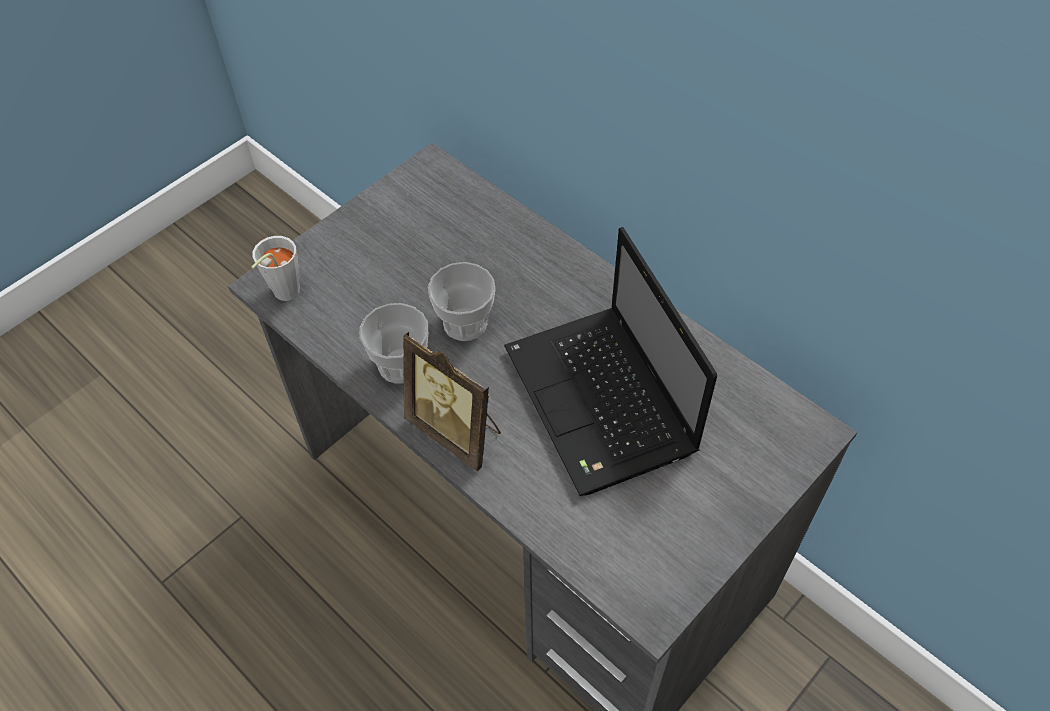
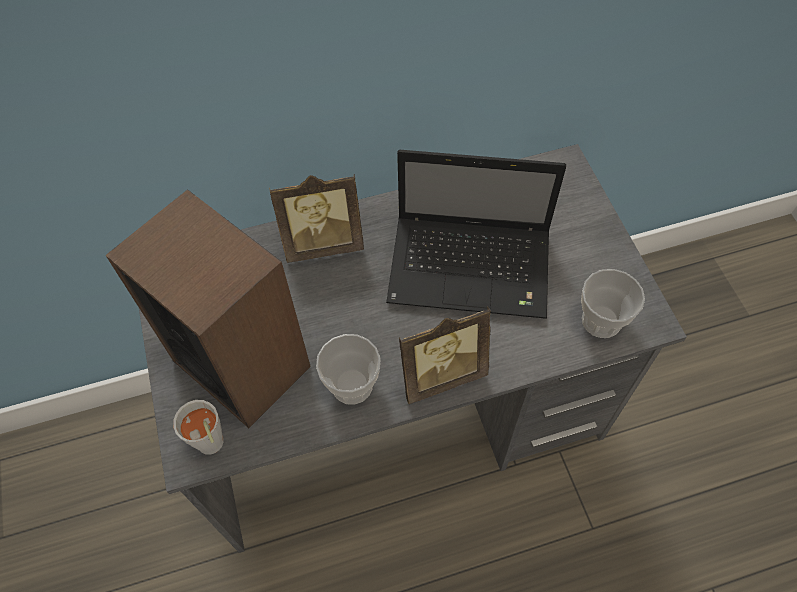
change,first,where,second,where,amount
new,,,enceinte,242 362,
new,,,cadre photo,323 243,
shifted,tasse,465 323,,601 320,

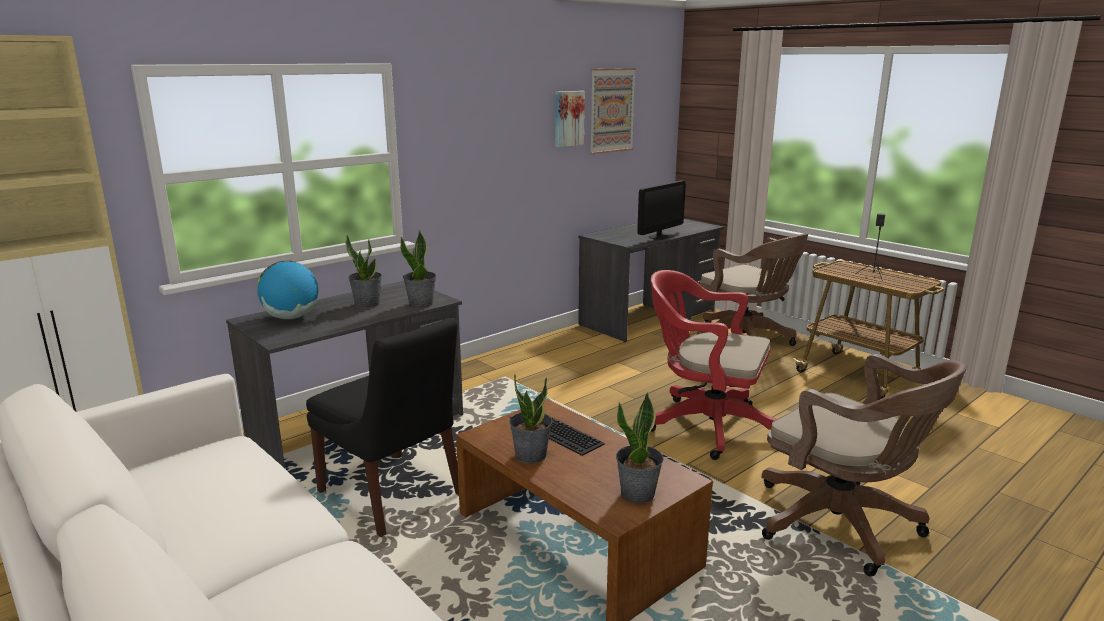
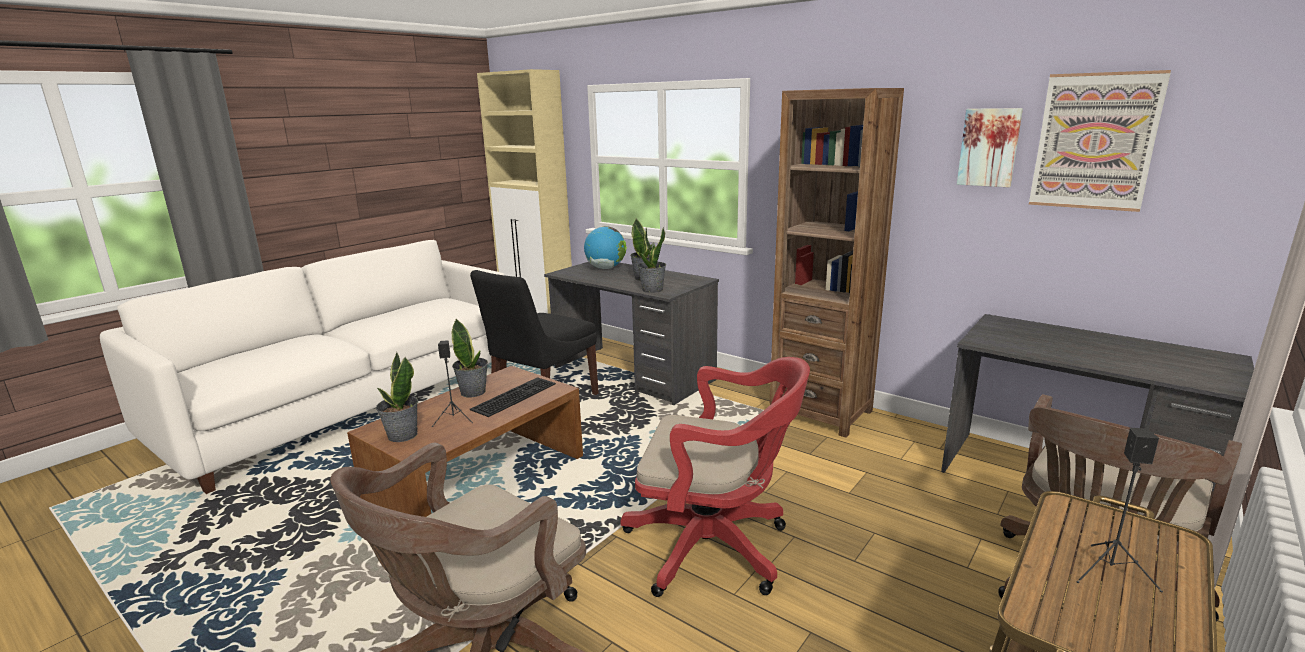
change,first,where,second,where,amount
new,,,enceinte [noir],454 419,
rotated,chaise de bureau [rouge],705 425,,715 548,90 degrees clockwise
new,,,bibliothèque [marron],821 412,
gone,écran d'ordinateur,658 237,,,

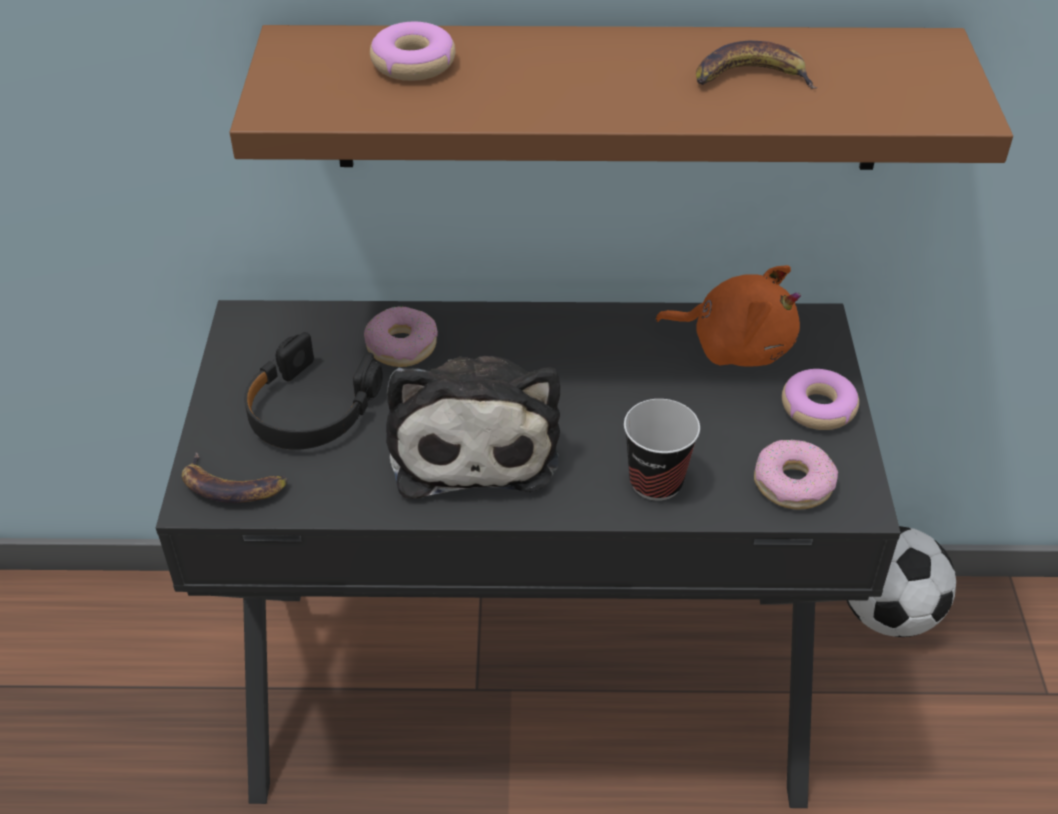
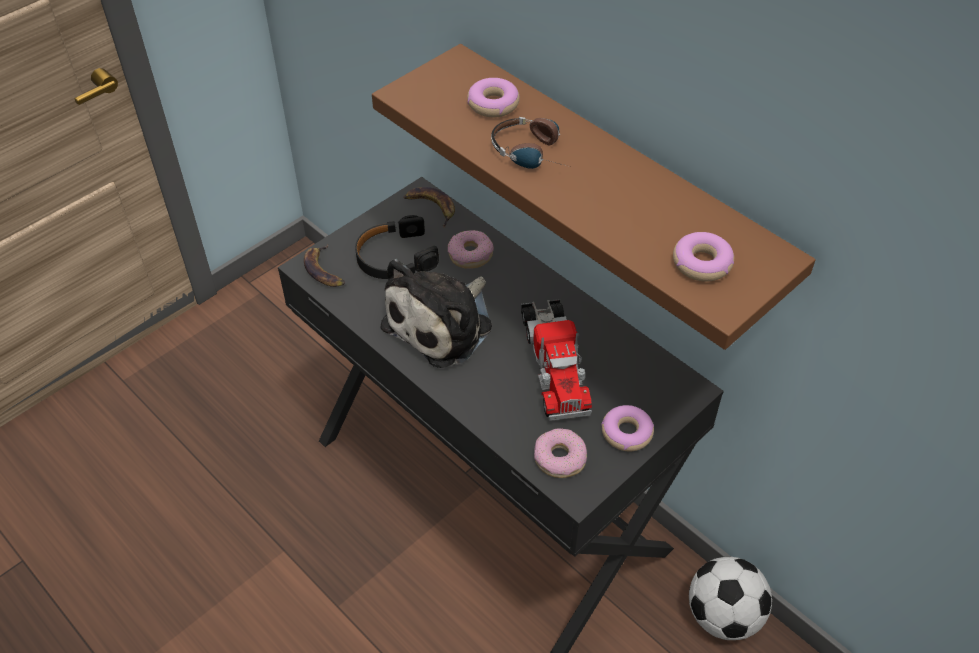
change,first,where,second,where,amount
shifted,banane,750 77,,431 207,
new,,,casque audio,535 153,
new,,,camion jouet,553 364,
new,,,beignet,702 263,
gone,tasse,656 482,,,
gone,peluche [orange],735 346,,,

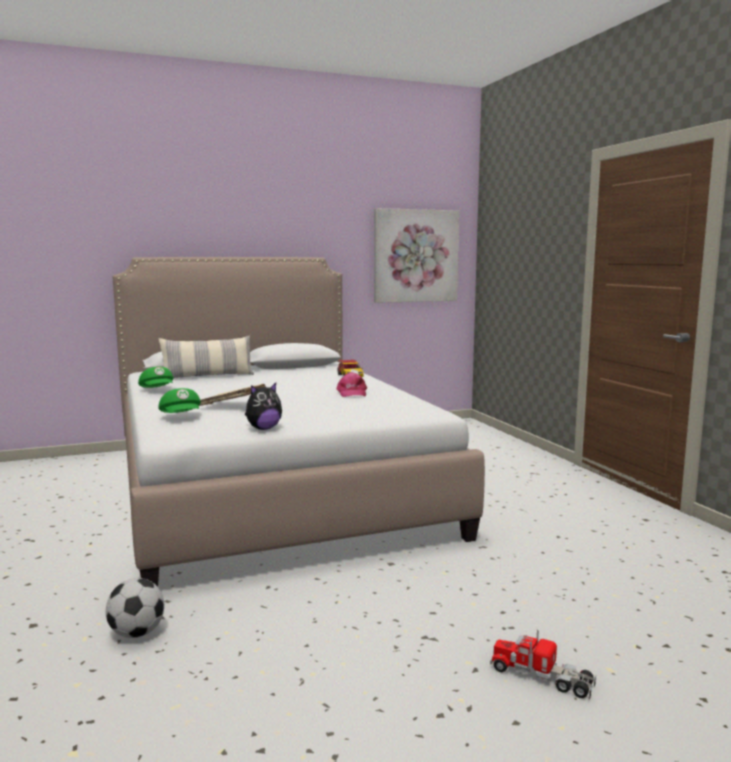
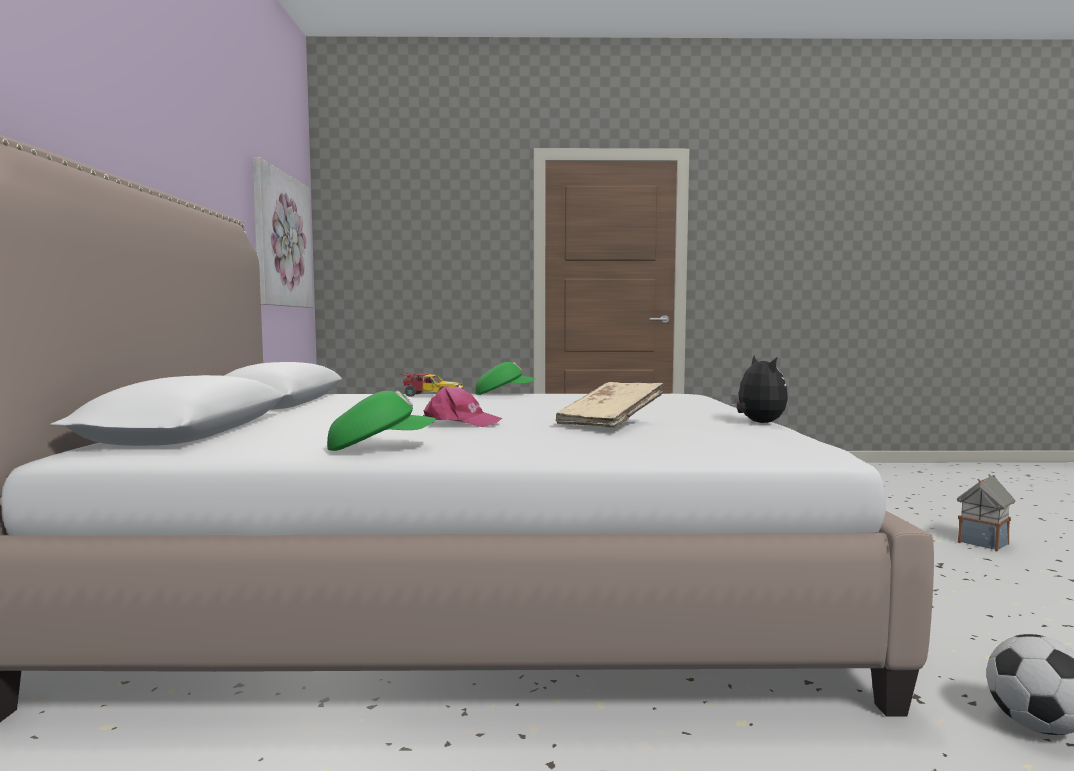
change,first,where,second,where,amount
shifted,casquette [rose],351 393,,460 423,
shifted,casquette [vert],182 417,,503 394,
swapped,camion jouet,542 677,maison miniature,983 542,
gone,coussin,208 376,,,

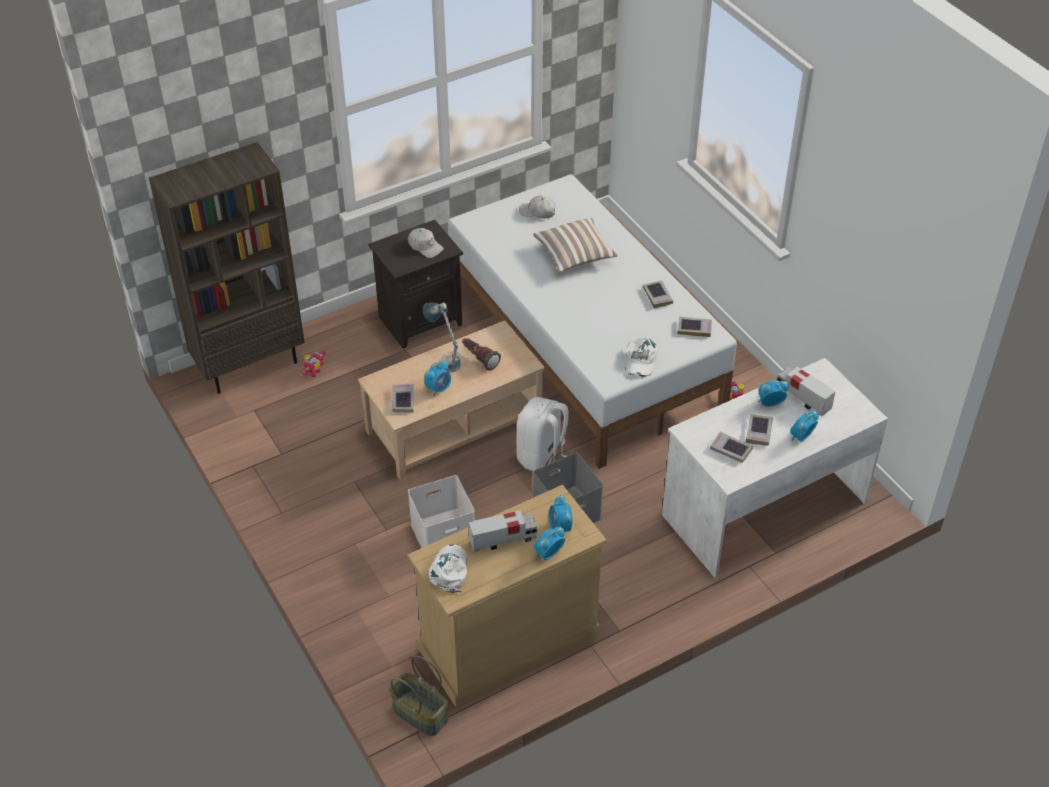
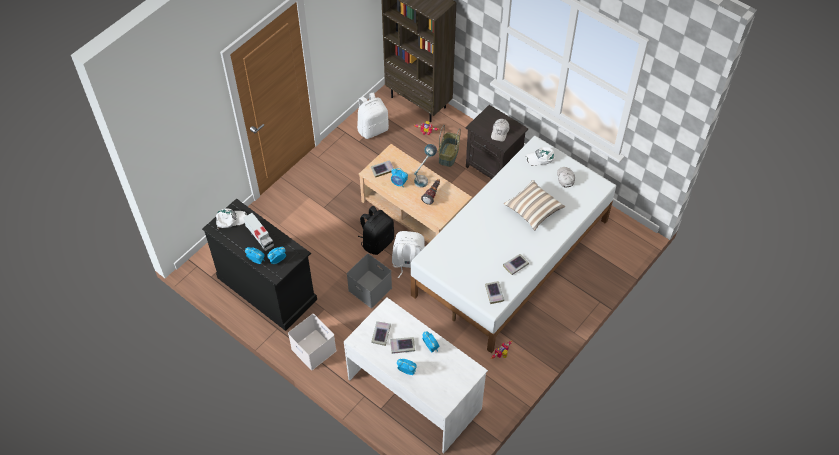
change,first,where,second,where,amount
repainted,commode [beige],508 641,commode [noir],267 288,
shifted,boîte de rangement [blanc],442 535,,312 349,
new,,,sac à dos [blanc],373 129,
new,,,sac à dos [noir],377 242,
shifted,panier,421 713,,449 155,
shifted,casquette [blanc],639 360,,541 157,
gone,camion jouet,802 398,,,

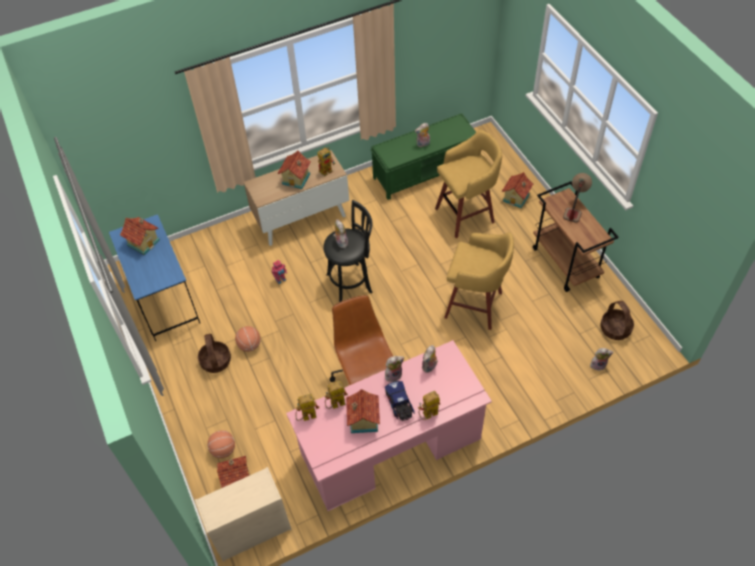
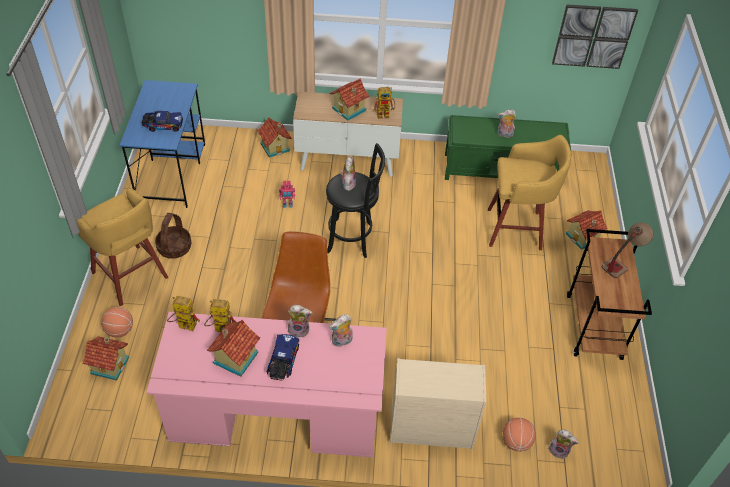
change,first,where,second,where,amount
shifted,tabouret [jaune],475 306,,131 277,
new,,,camion jouet,163 126,
shifted,maison miniature,144 242,,275 147,
shifted,commode [beige],250 530,,430 428,
shifted,ballon de basket,249 345,,516 442,
new,,,tableau,593 36,
gone,robot jouet,428 416,,,
gone,panier,615 329,,,

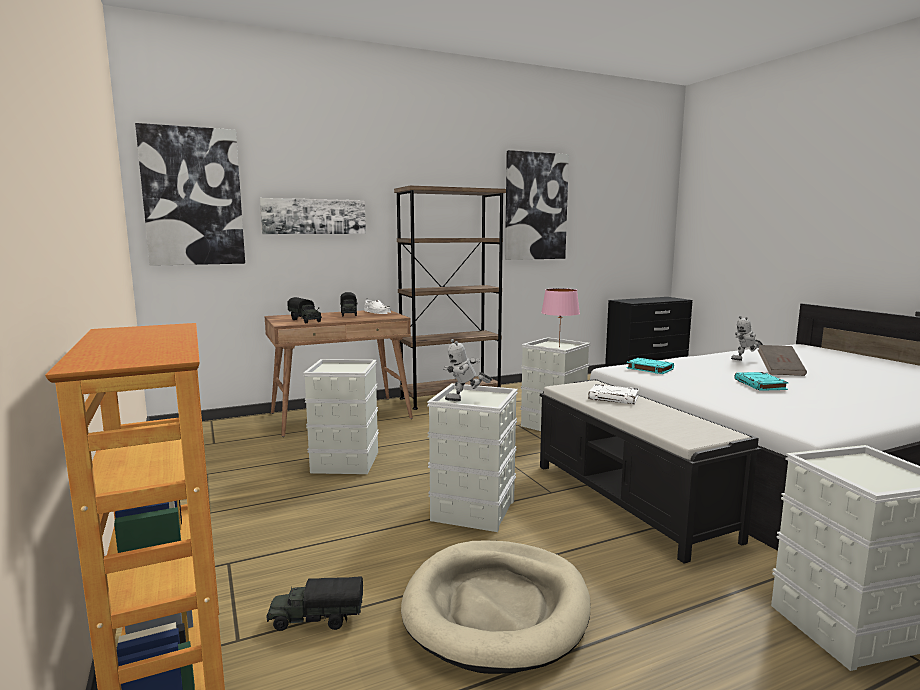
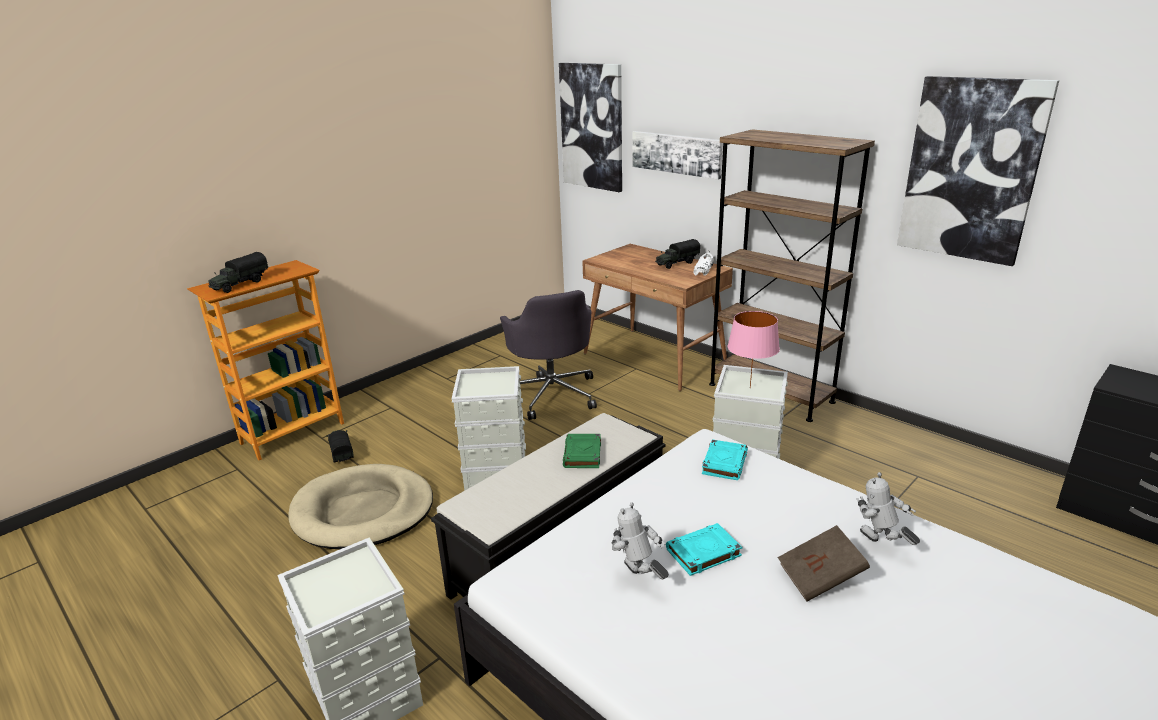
change,first,where,second,where,amount
shifted,camion jouet,305 320,,240 285,
swapped,boîte de rangement [gris],346 462,chaise de bureau [gris],552 394,
repainted,livre [blanc],614 398,livre [vert],582 454,
shifted,robot jouet,465 401,,638 578,

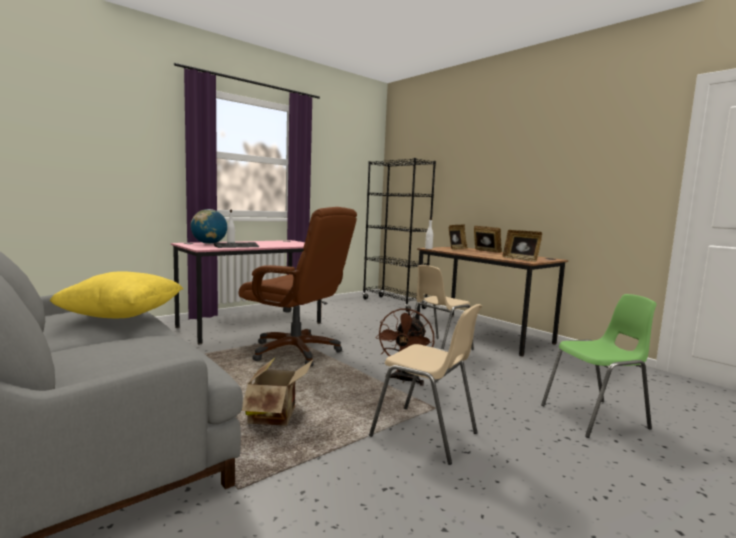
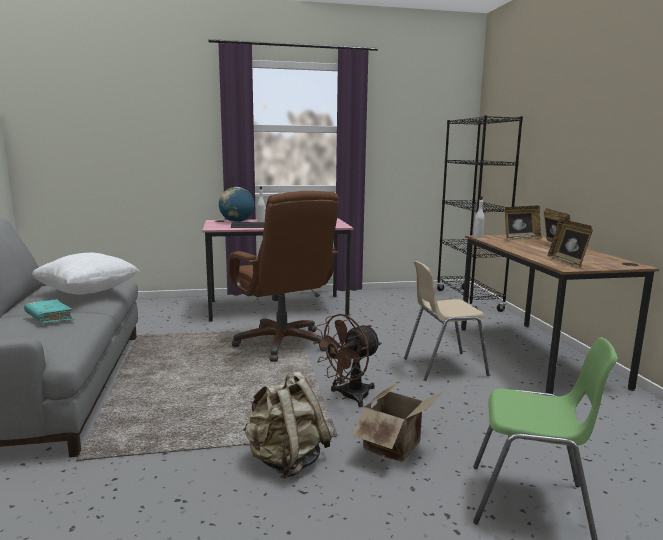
change,first,where,second,where,amount
new,,,livre [turquoise],49 318,
repainted,coussin [jaune],122 317,coussin [blanc],88 292,
swapped,chaise [beige],425 435,sac à dos [beige],286 461,
shifted,carton,276 416,,397 447,

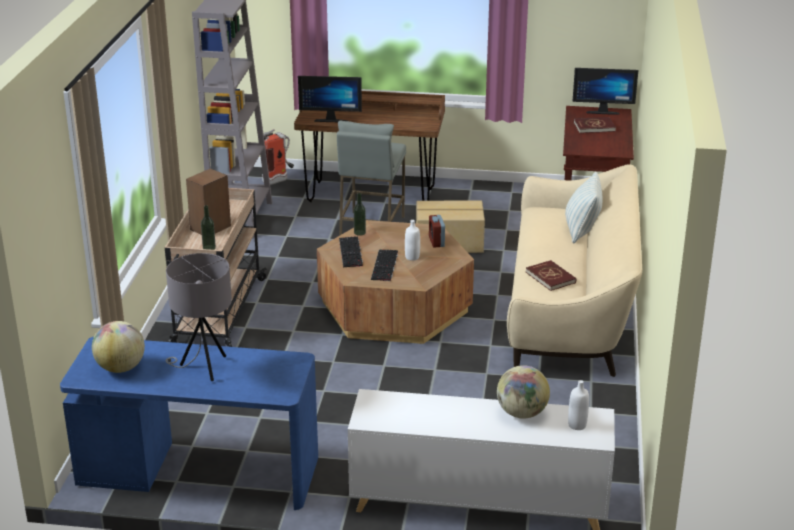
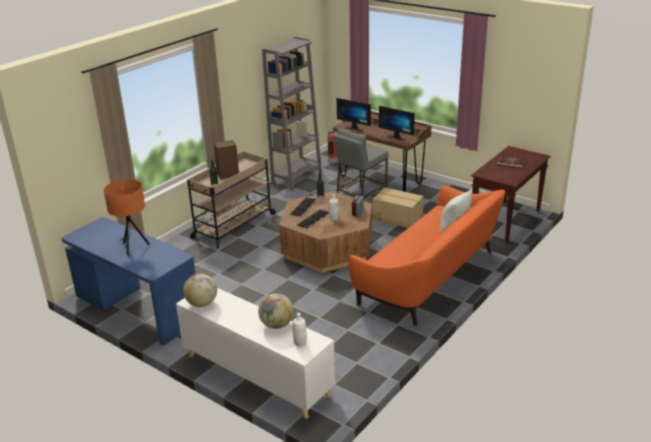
change,first,where,second,where,amount
repainted,lampe de table [gris],203 367,lampe de table [orange],132 247,
shifted,globe,120 368,,202 303,
repainted,canapé [beige],570 310,canapé [orange],430 277,
shifted,écran d'ordinateur,602 111,,397 137,
gone,livre [rouge],550 277,,,

